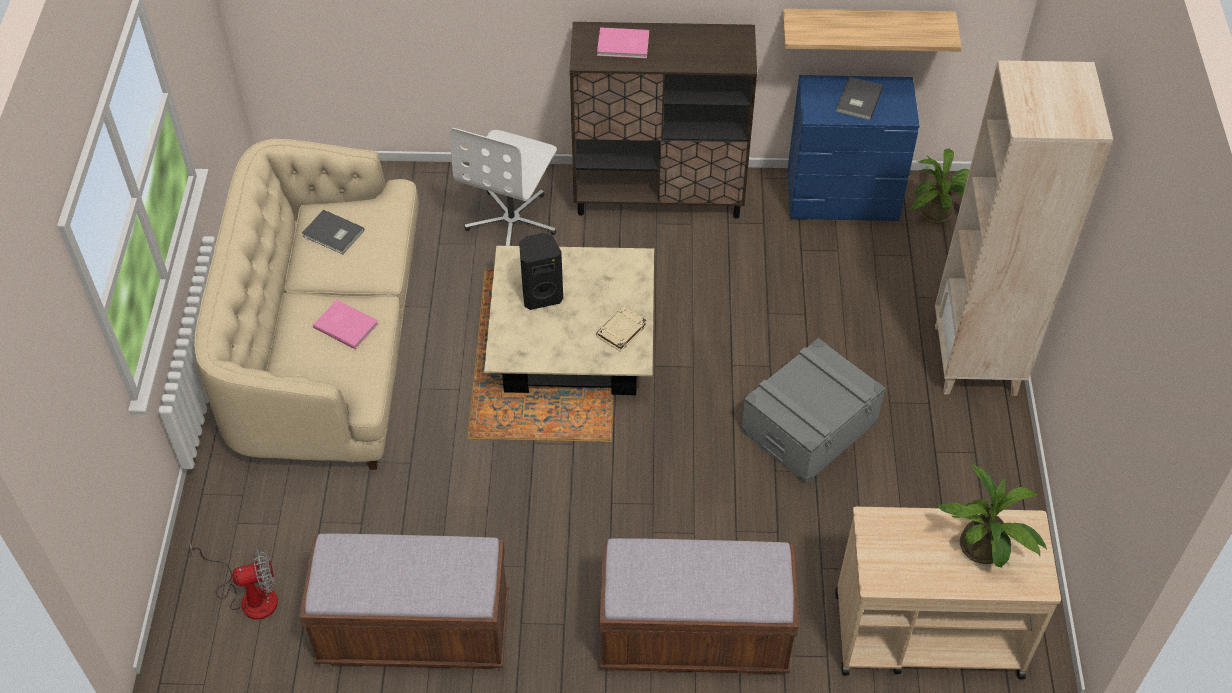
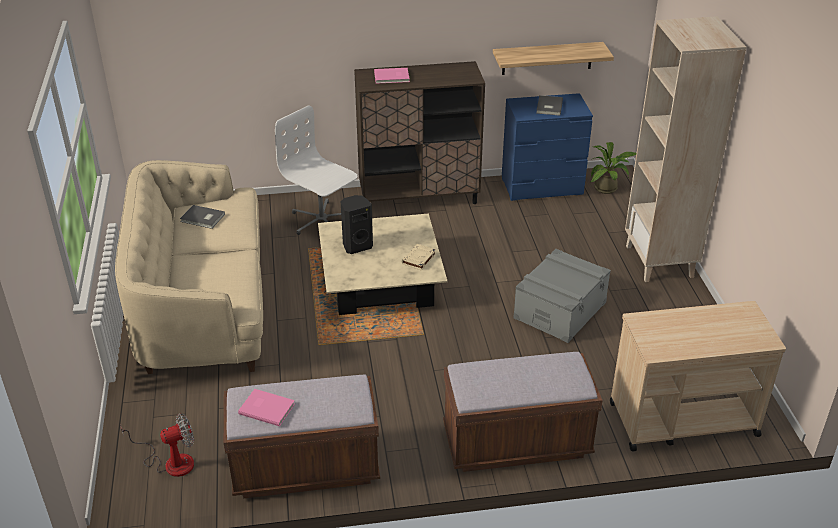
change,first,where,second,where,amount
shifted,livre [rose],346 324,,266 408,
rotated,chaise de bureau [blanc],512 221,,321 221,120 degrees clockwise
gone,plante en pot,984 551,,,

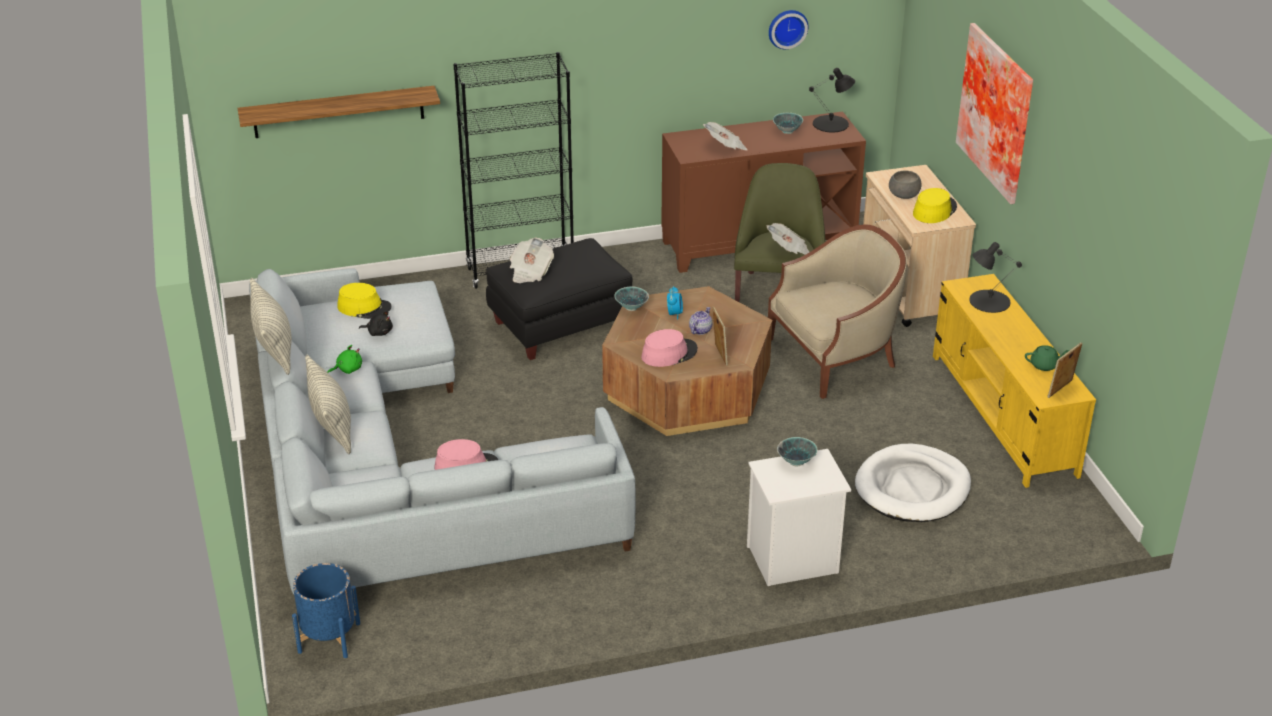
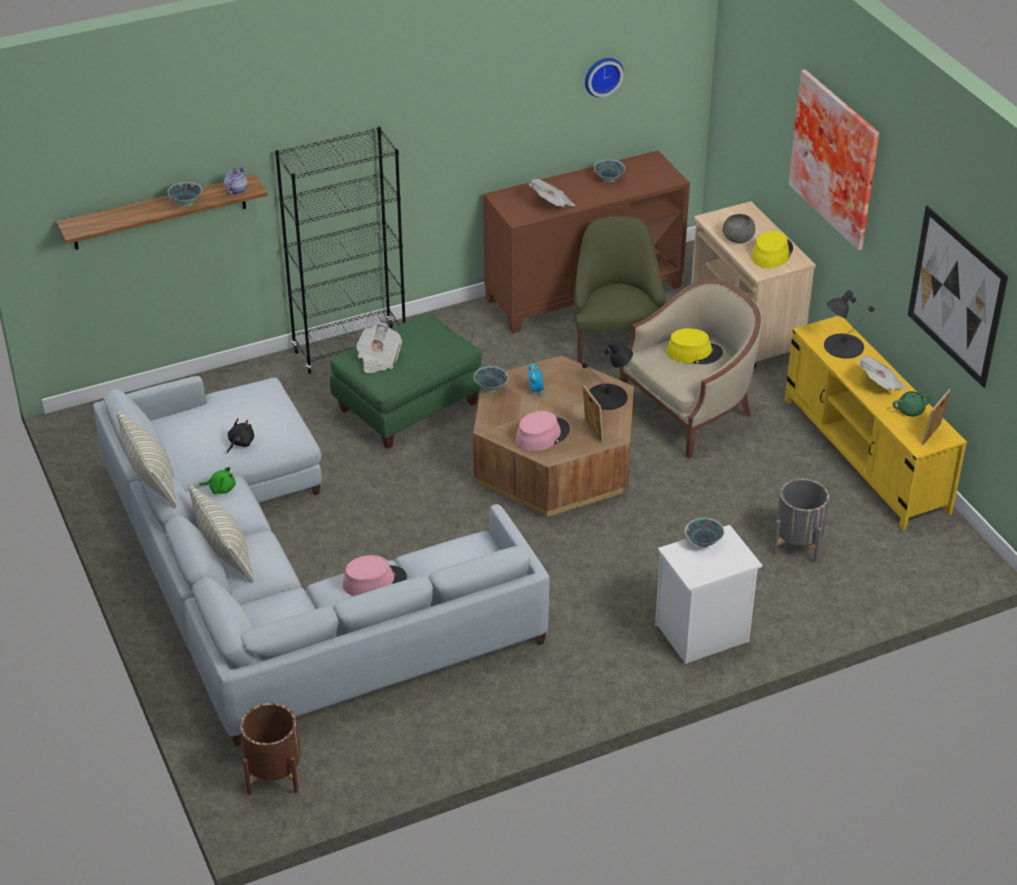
change,first,where,second,where,amount
new,,,bol,186 203,
rotated,peluche [vert],347 369,,221 488,45 degrees clockwise
shifted,théière,700 330,,236 190,
rotated,peluche [noir],379 332,,240 443,60 degrees counterclockwise
repainted,cache-pot [bleu],329 637,cache-pot [marron],274 774,
repainted,pouf [noir],561 325,pouf [vert],408 406,
shifted,lampe de table [noir],831 124,,608 397,
shifted,chapeau [jaune],364 307,,694 352,
swapped,panier pour chien [blanc],912 488,cache-pot [gris],797 544,
shifted,journal,788 250,,880 385,
new,,,tableau,956 296,

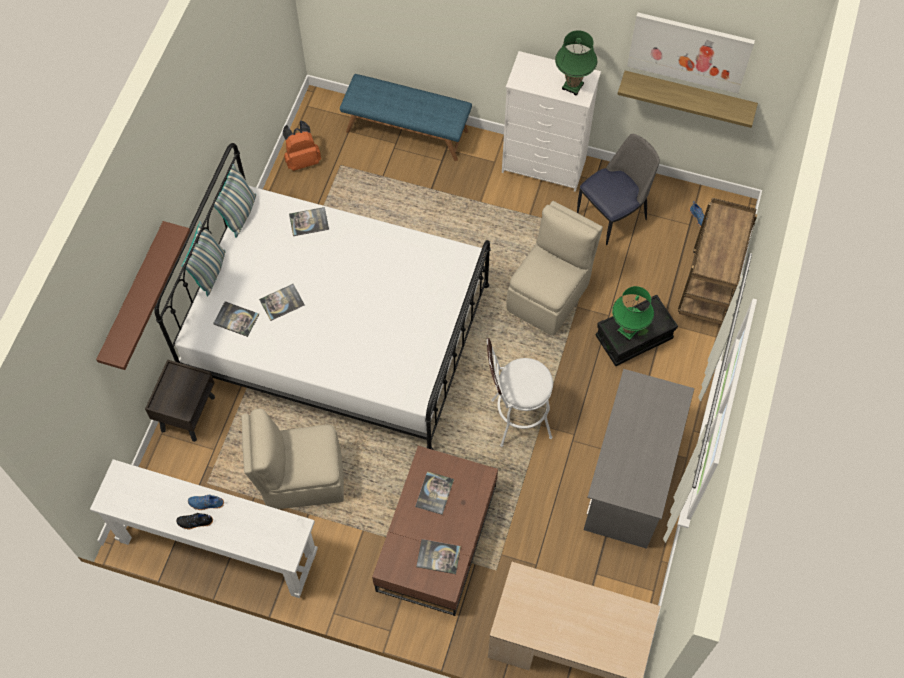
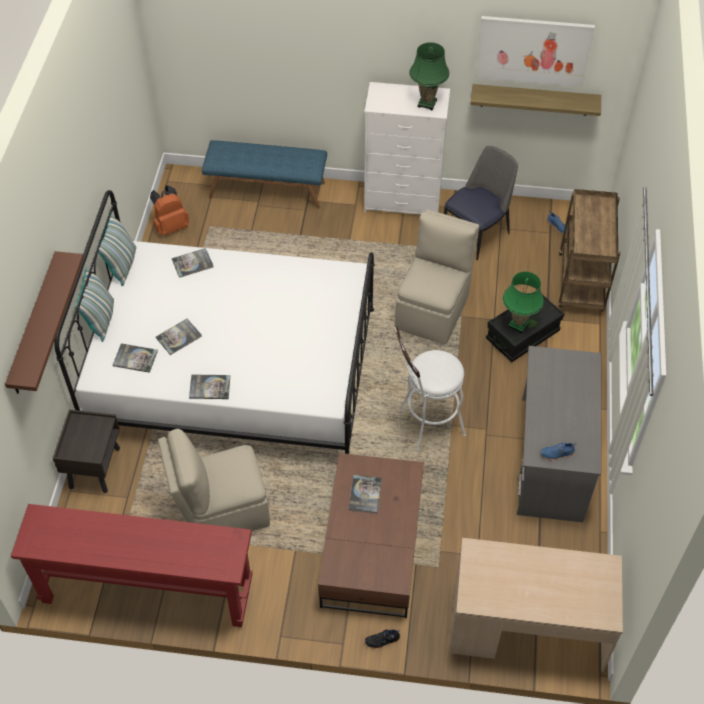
change,first,where,second,where,amount
repainted,table console [blanc],218 546,table console [rouge],147 590,
shifted,livre,438 557,,210 387,
shifted,chaussure [noir],195 522,,382 641,
shifted,chaussure [bleu],206 504,,557 454,

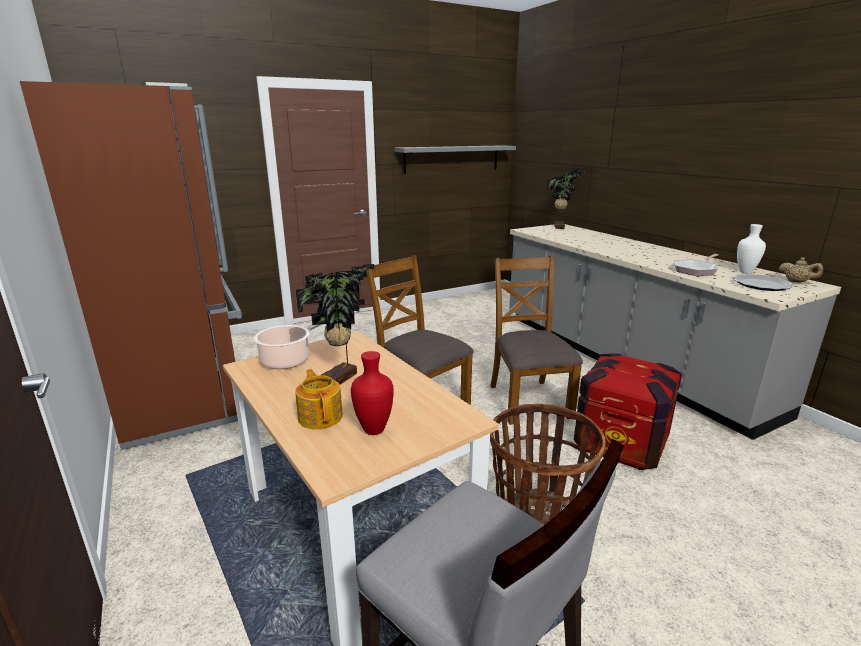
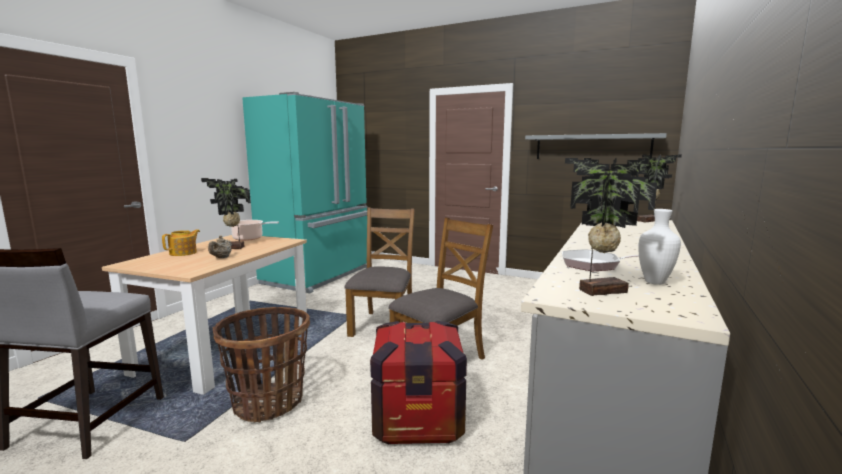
change,first,where,second,where,amount
shifted,théière [beige],797 282,,221 258,
repainted,réfrigérateur [marron],185 394,réfrigérateur [turquoise],319 276,
swapped,assiette,761 284,plante en pot,600 290,
gone,vase [rouge],373 429,,,

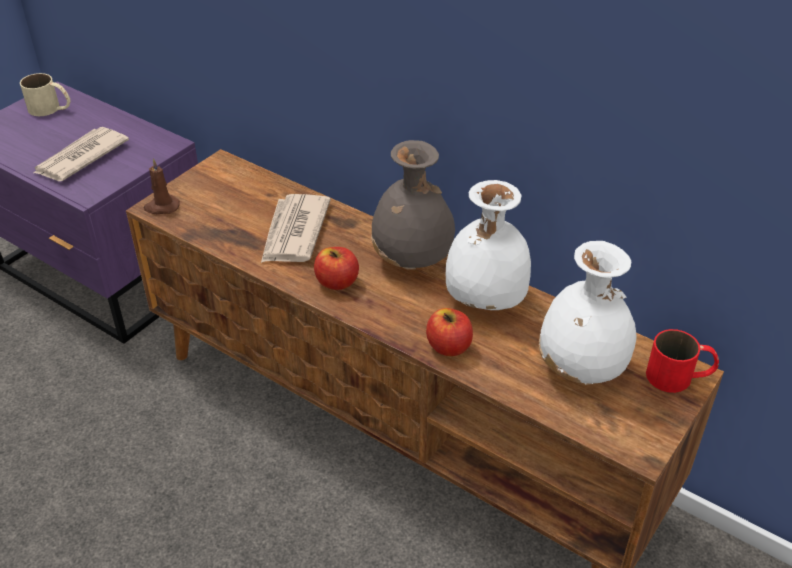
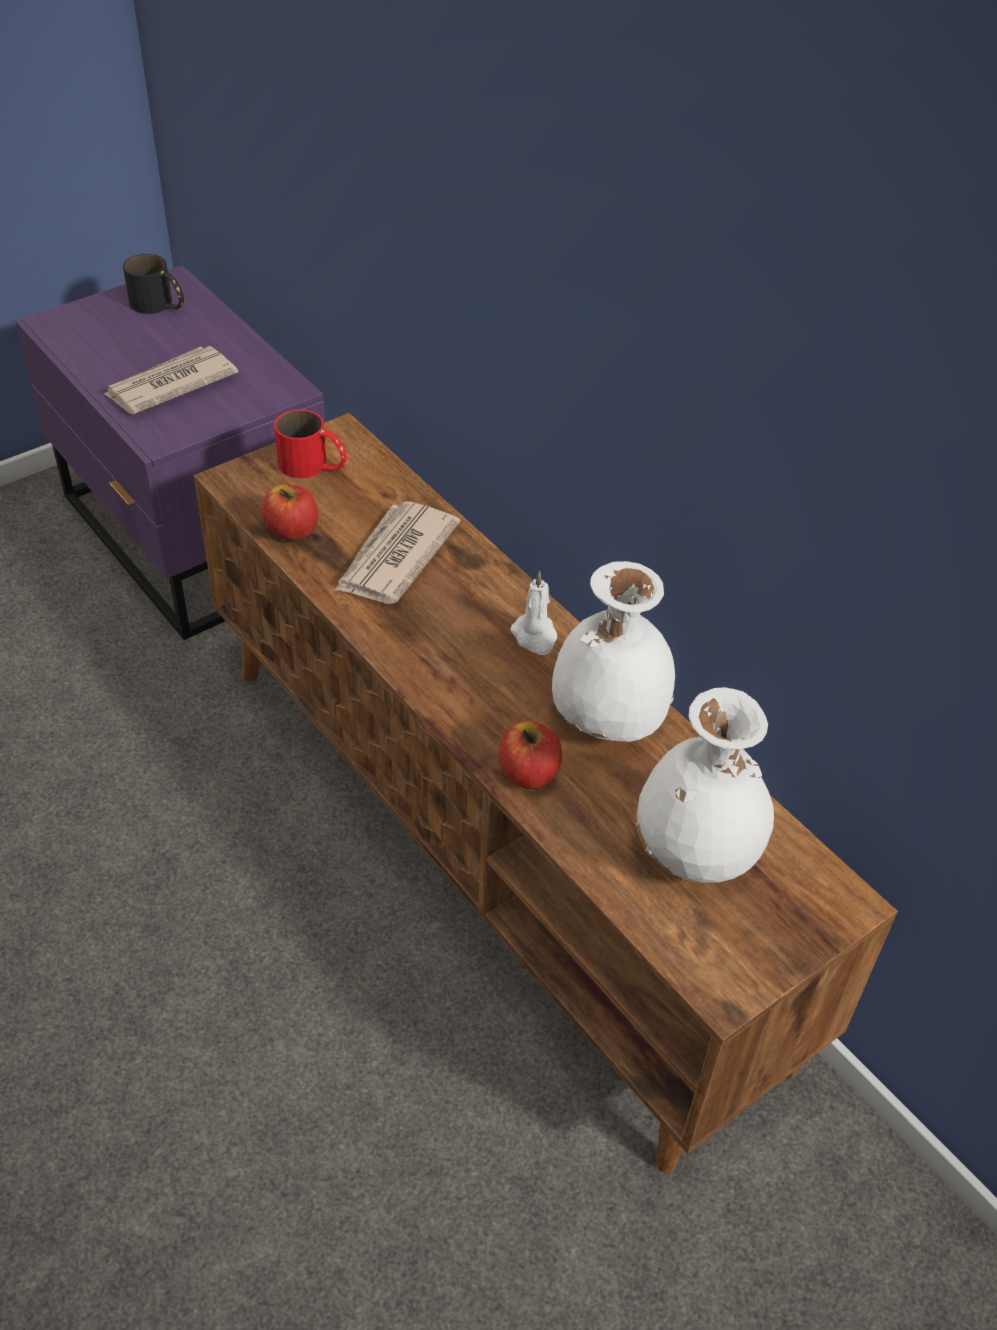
change,first,where,second,where,amount
repainted,mug [beige],51 109,mug [noir],159 305,
shifted,pomme,337 282,,292 530,
shifted,mug [rouge],680 376,,313 466,
swapped,vase [gris],413 260,bougie [blanc],535 637,
gone,bougie [marron],161 207,,,

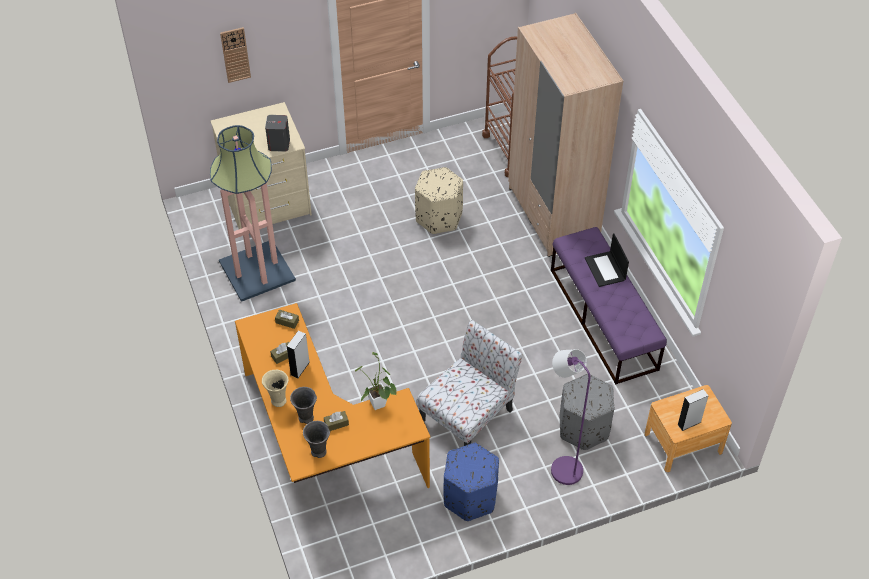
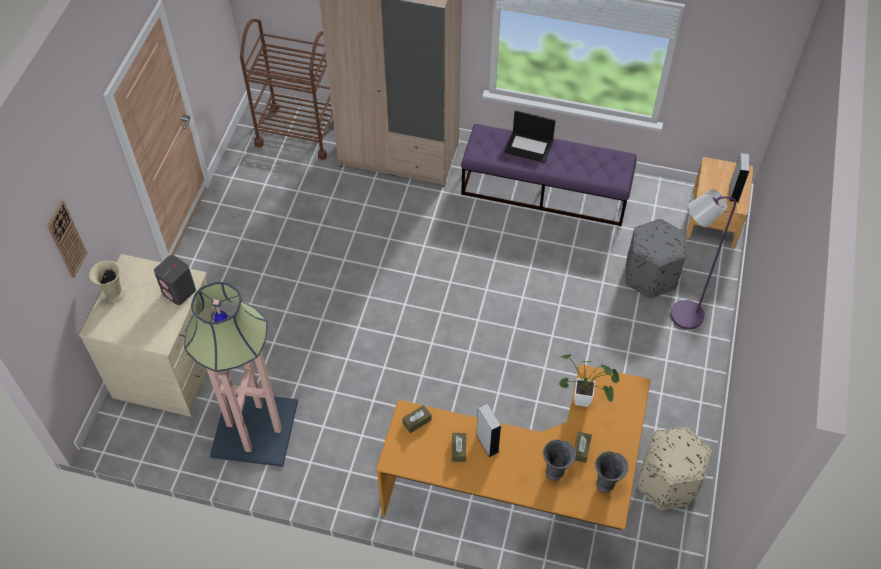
change,first,where,second,where,amount
shifted,vase [beige],278 400,,114 295,
shifted,pouf [beige],438 217,,667 483,
gone,chaise,468 414,,,
gone,pouf [bleu],469 497,,,

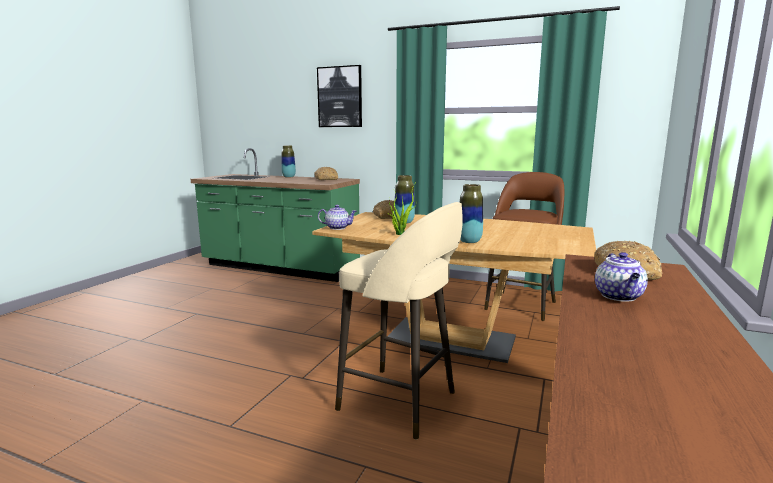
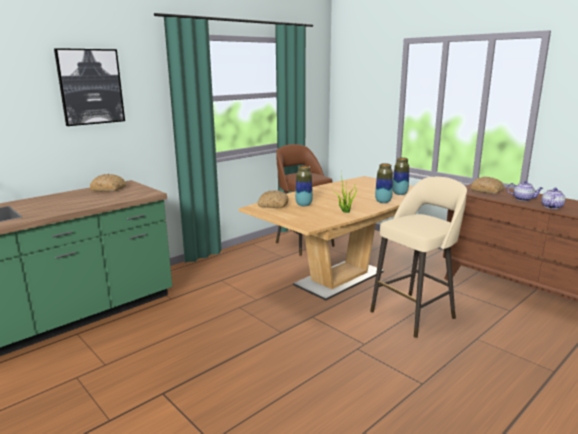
change,first,where,second,where,amount
shifted,vase,288 177,,400 193,
shifted,théière,337 228,,551 207,

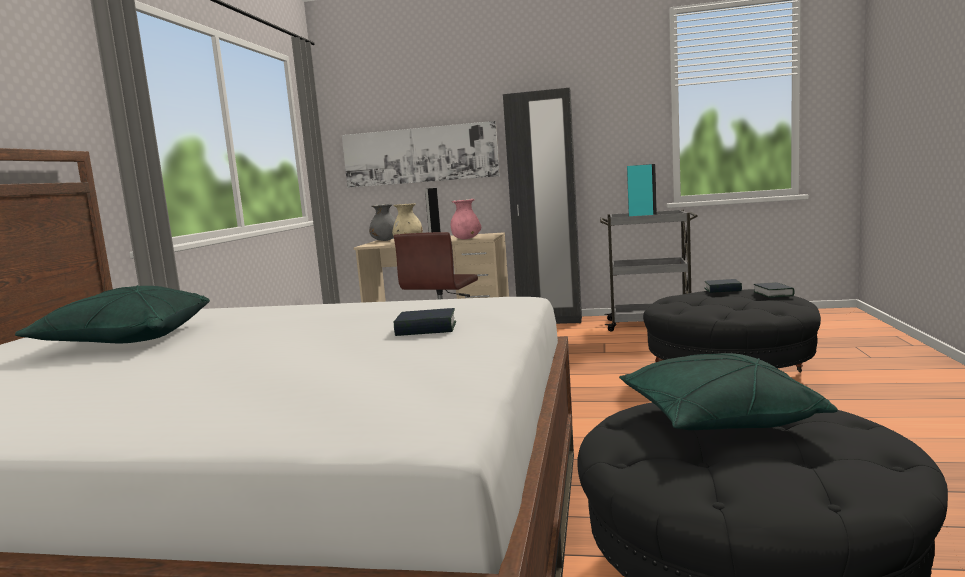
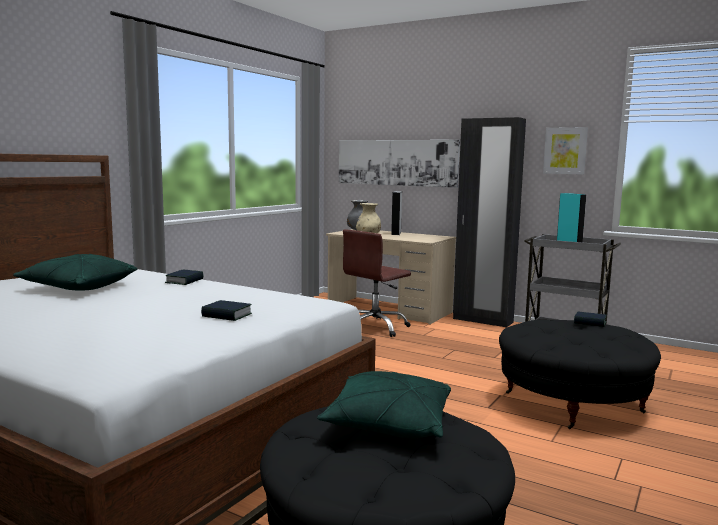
change,first,where,second,where,amount
shifted,livre,773 294,,184 281,
new,,,tableau,565 151,
gone,vase [rose],466 239,,,

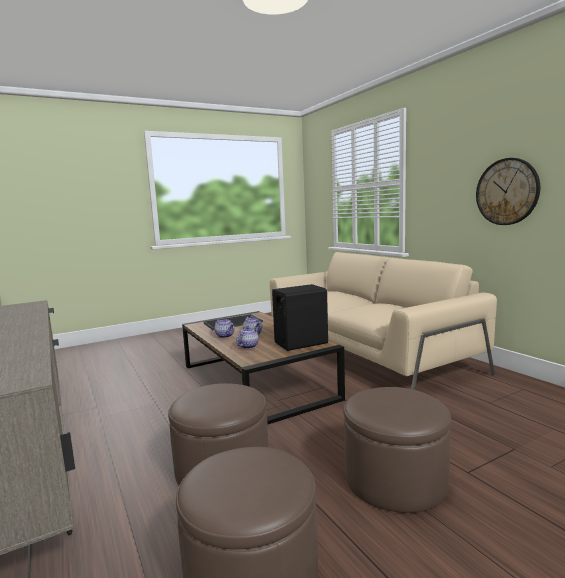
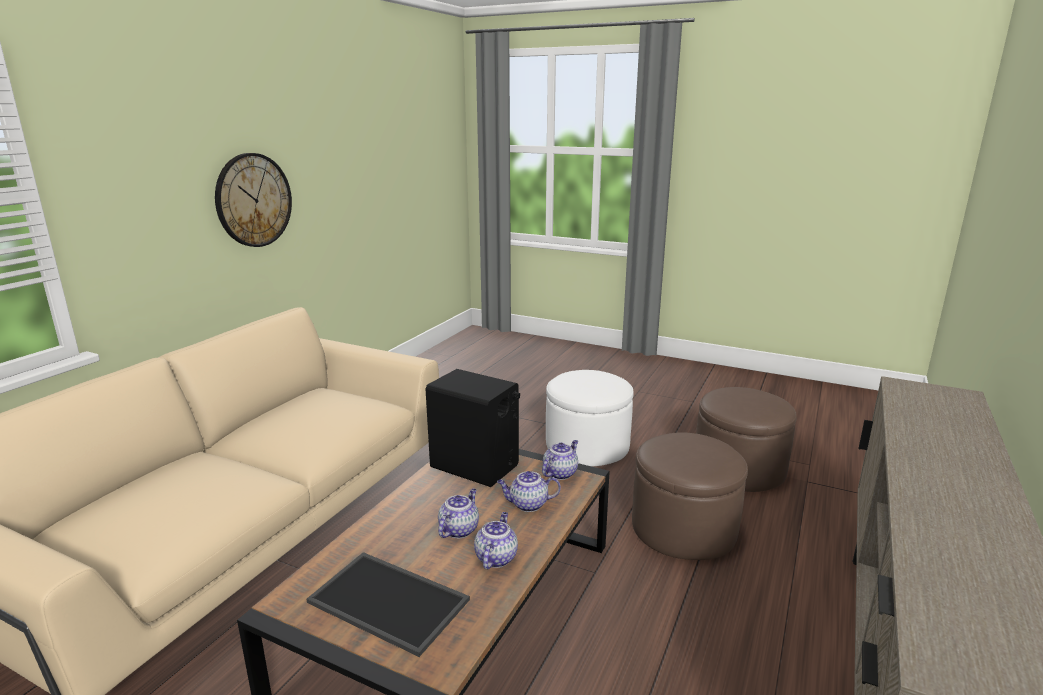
change,first,where,second,where,amount
new,,,théière,560 473,
repainted,pouf [marron],395 479,pouf [blanc],587 445,

